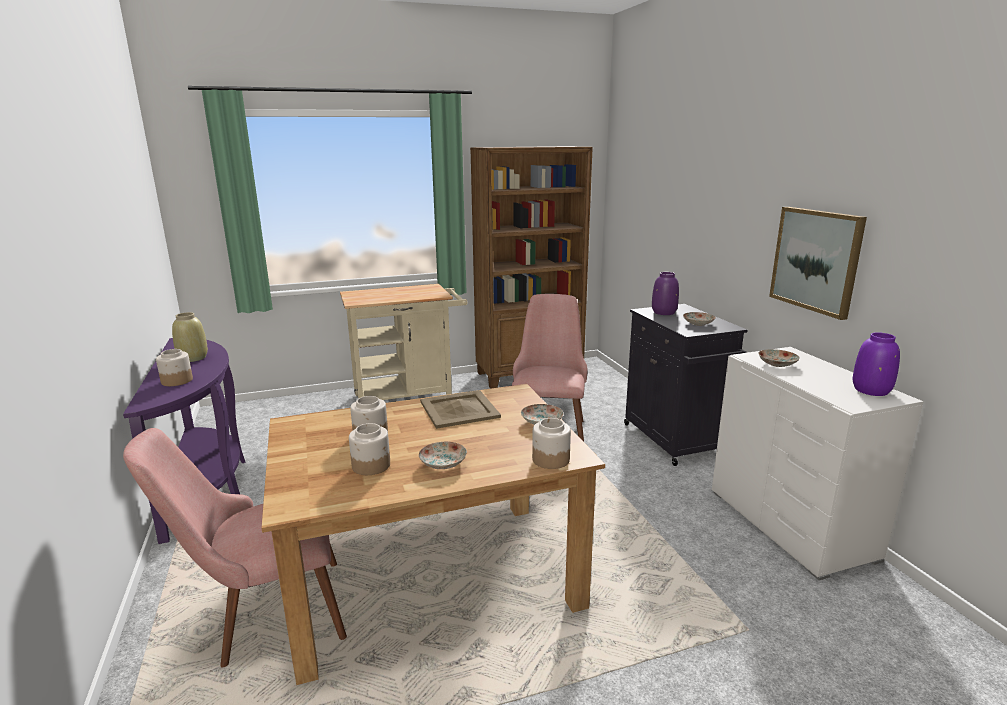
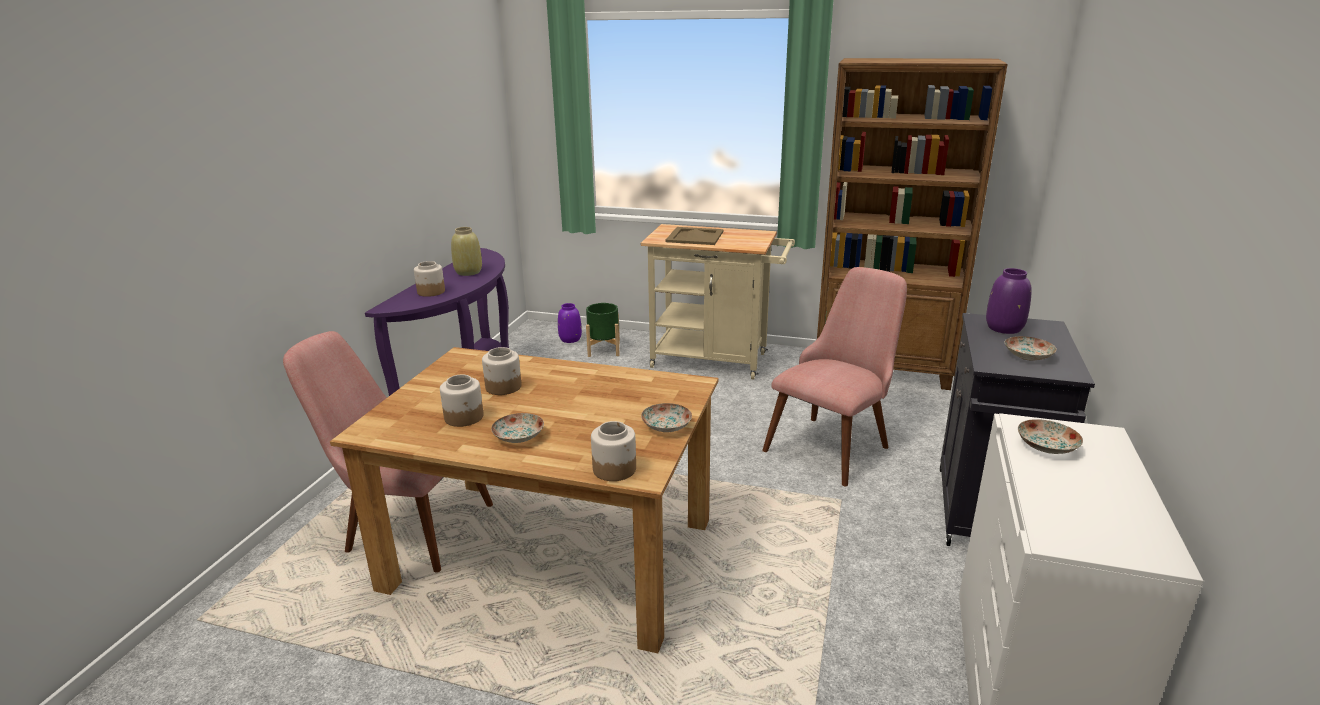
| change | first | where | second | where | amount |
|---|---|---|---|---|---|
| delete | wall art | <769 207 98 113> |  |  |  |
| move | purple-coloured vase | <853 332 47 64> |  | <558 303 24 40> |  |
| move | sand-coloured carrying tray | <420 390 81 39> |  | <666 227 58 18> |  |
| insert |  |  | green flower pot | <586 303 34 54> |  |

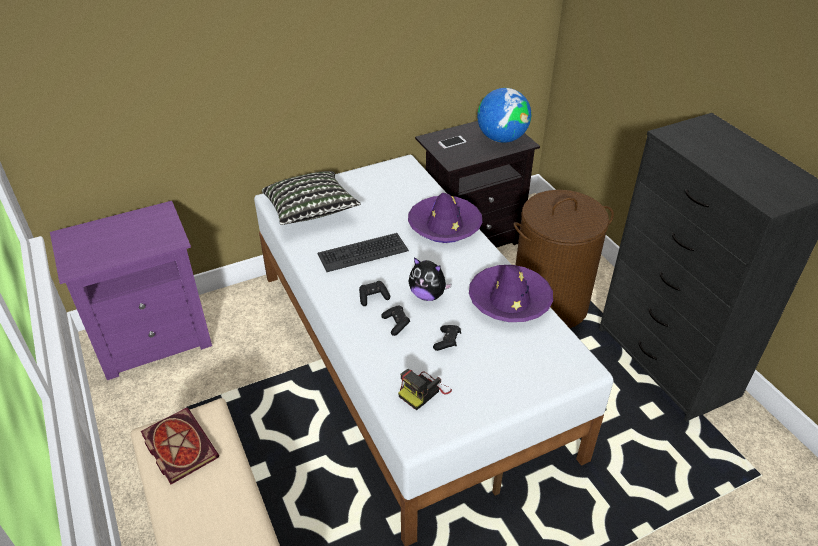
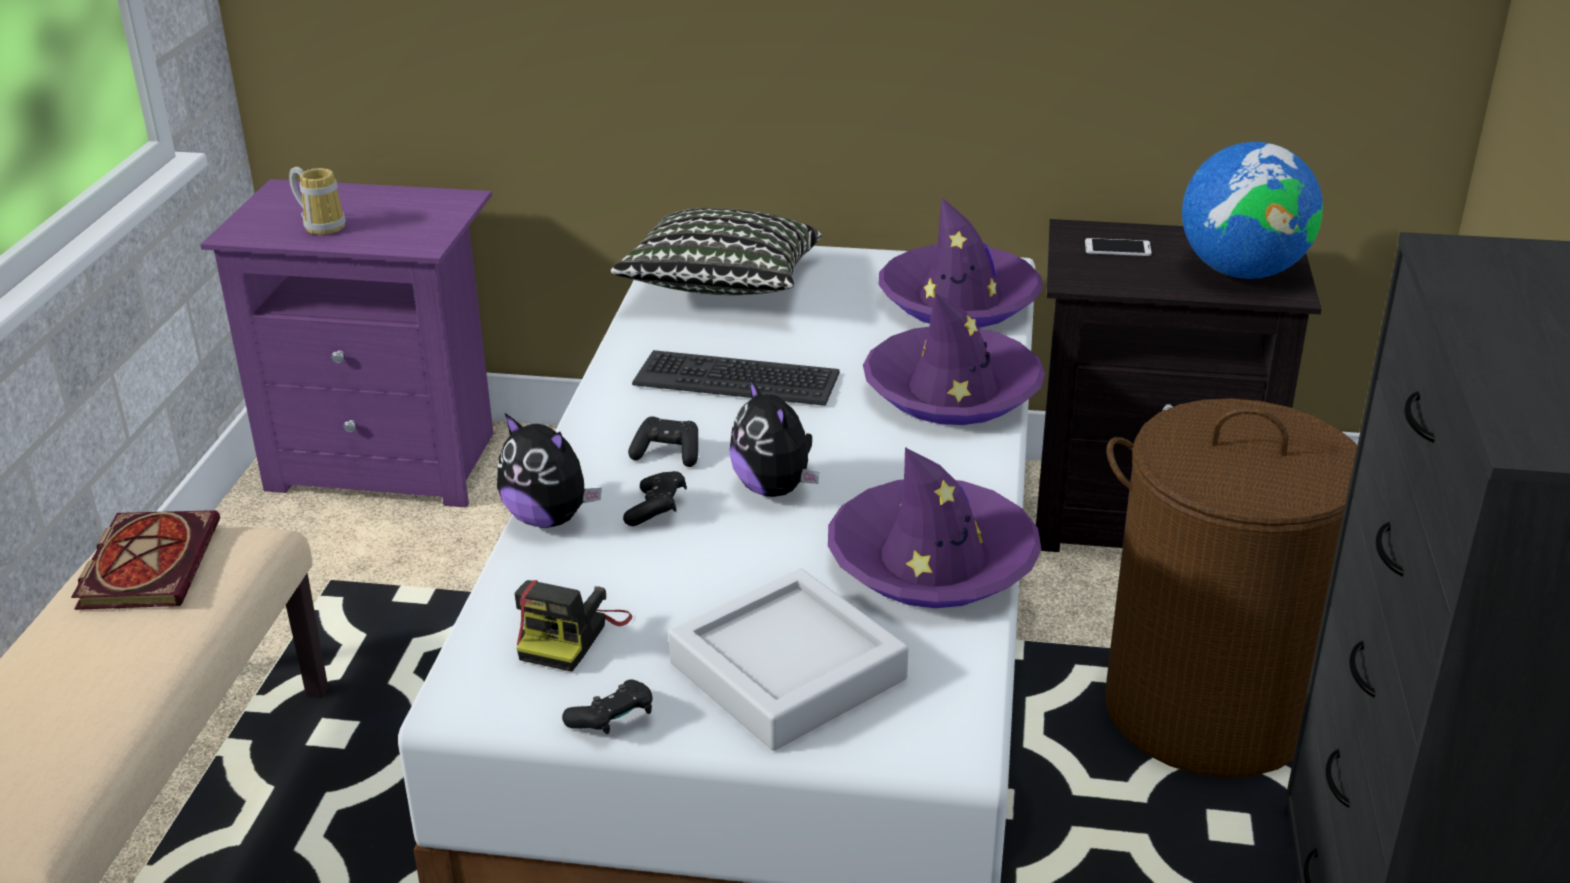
| change | first | where | second | where | amount |
|---|---|---|---|---|---|
| move | blackish game controller | <433 325 28 26> |  | <562 679 90 55> |  |
| rotate | still camera | <398 369 54 41> |  | <514 580 118 92> | 60 degrees counterclockwise |
| insert |  |  | tea mug | <289 167 57 68> |  |
| insert |  |  | purple-coloured clothing hat | <878 198 165 130> |  |
| insert |  |  | soft toy | <497 413 105 115> |  |
| insert |  |  | grey carrying tray | <668 568 241 183> |  |

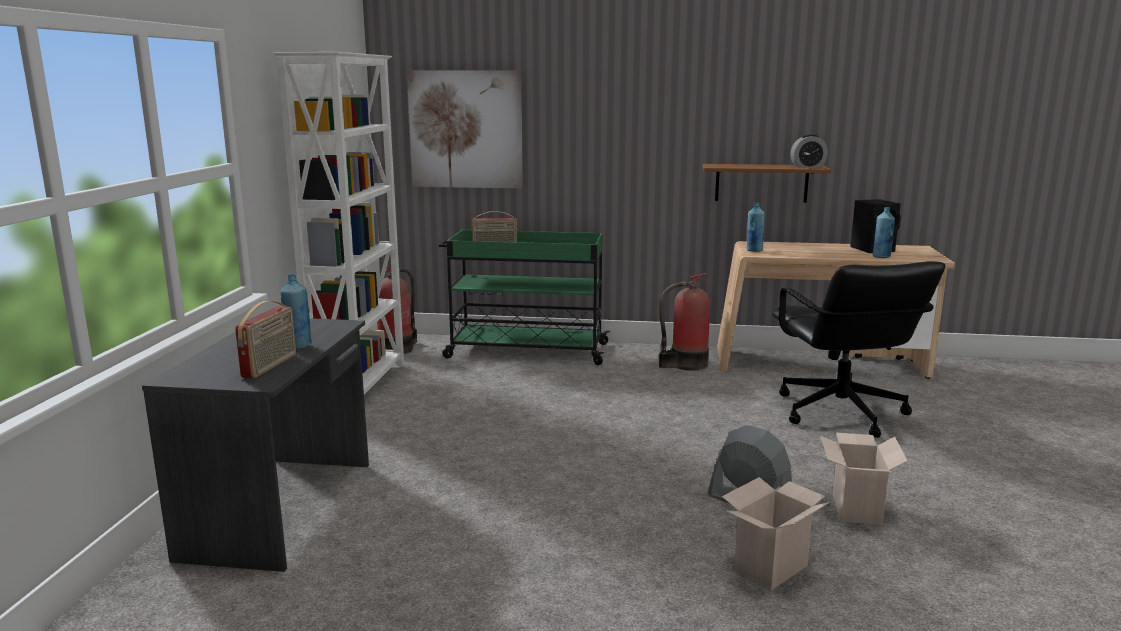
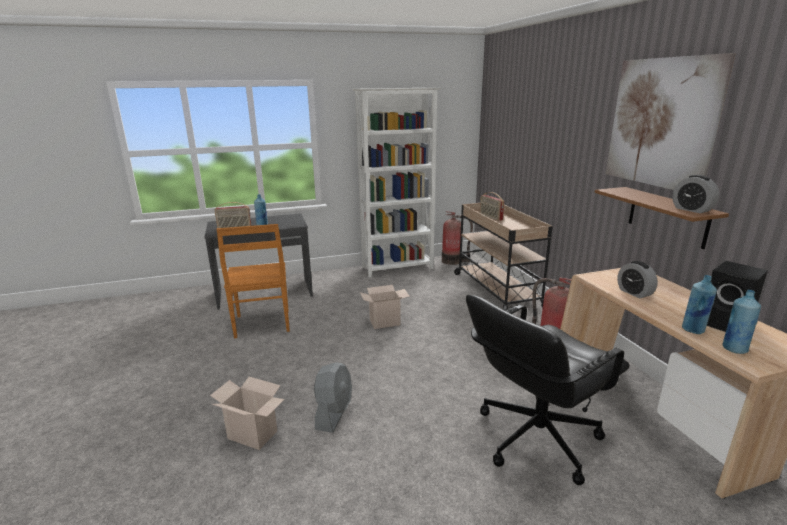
| change | first | where | second | where | amount |
|---|---|---|---|---|---|
| move | wall art | <407 70 116 119> |  | <606 53 130 137> |  |
| move | bluish bottle | <747 202 18 50> |  | <722 290 39 64> |  |
| recolor | green cart | <439 230 171 135> | sand-coloured cart | <454 203 99 107> |  |
| move | cardboard box | <820 433 88 92> |  | <360 285 50 44> |  |
| insert |  |  | brownish chair | <217 224 73 114> |  |
| insert |  |  | bedside clock | <617 261 41 38> |  |

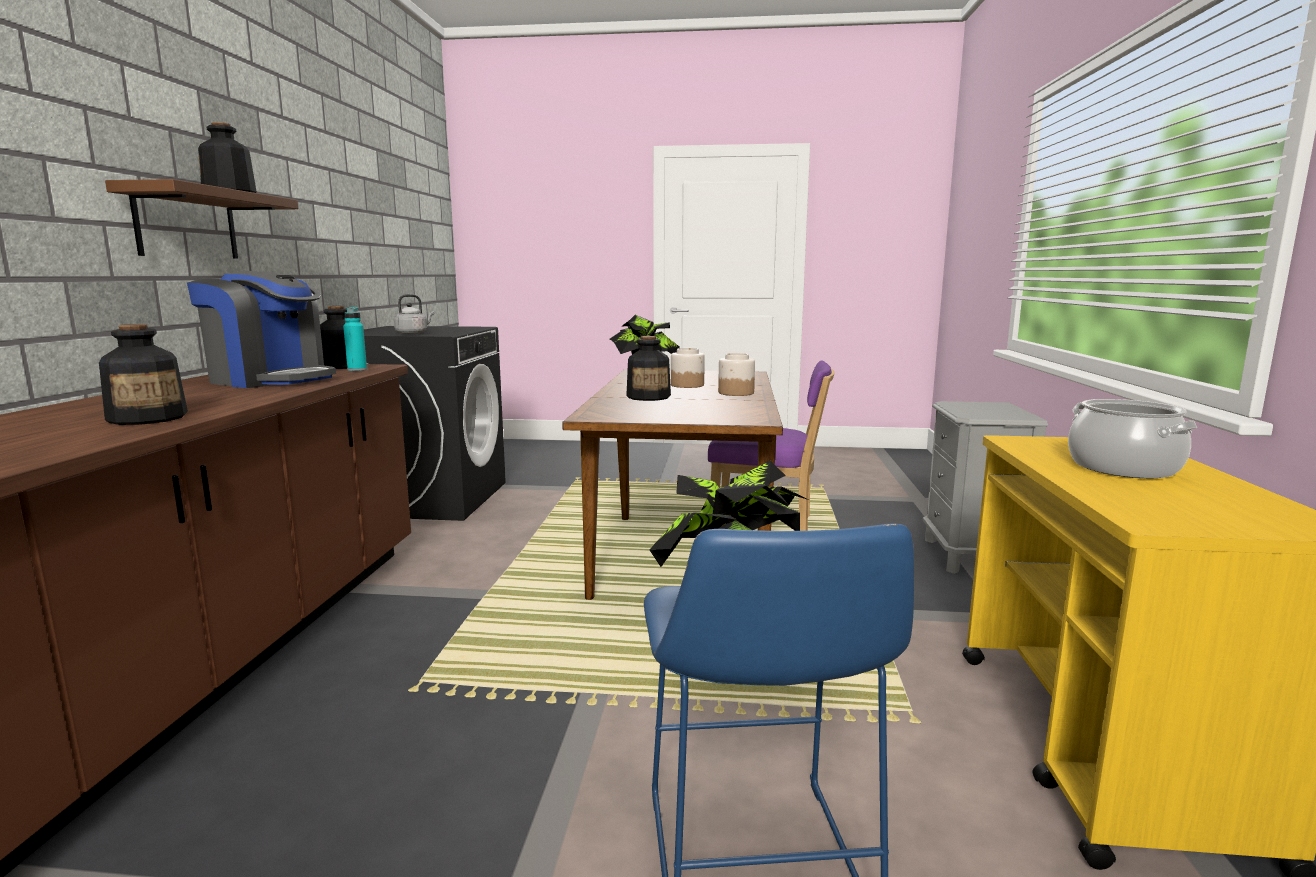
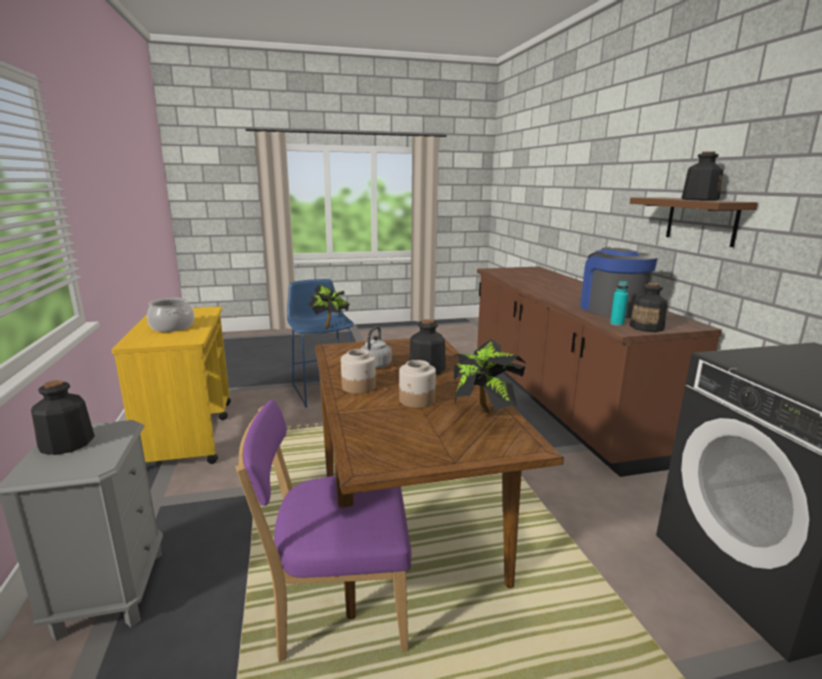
| change | first | where | second | where | amount |
|---|---|---|---|---|---|
| rotate | coffee brewer | <187 271 149 117> |  | <579 247 79 71> | 75 degrees clockwise |
| move | grey tea kettle | <394 294 41 41> |  | <361 326 31 42> |  |
| move | bottle | <99 324 89 101> |  | <31 380 64 75> |  |

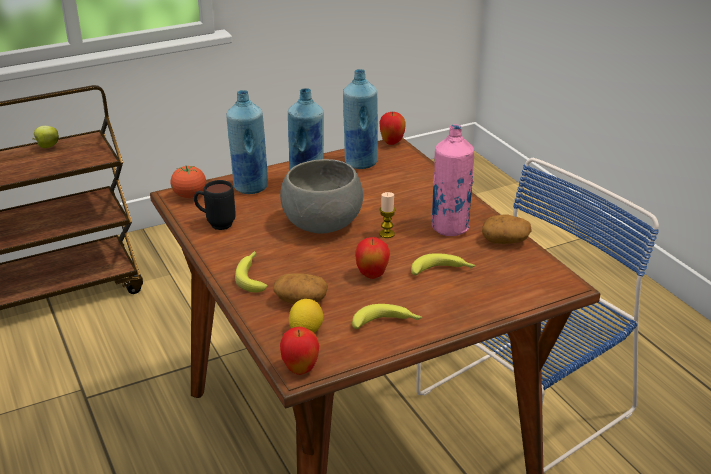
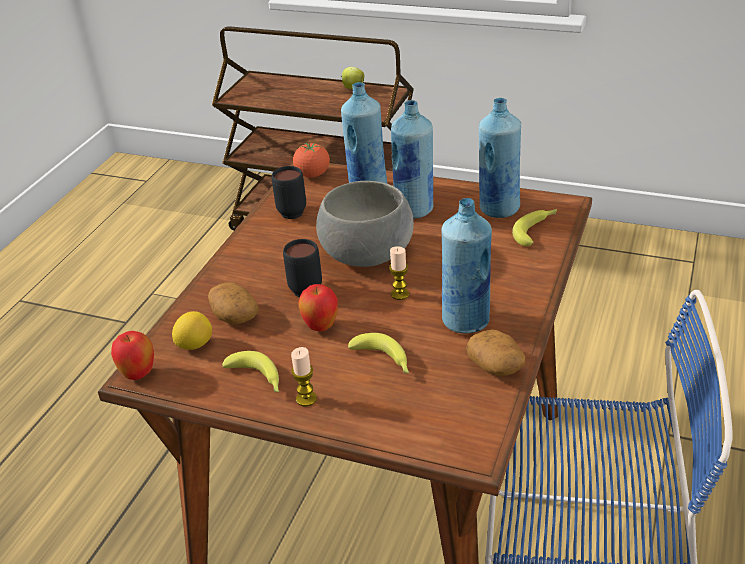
| change | first | where | second | where | amount |
|---|---|---|---|---|---|
| delete | apple | <380 111 26 34> |  |  |  |
| recolor | pink bottle | <432 124 42 112> | bluish bottle | <441 198 51 136> |  |
| move | banana fruit | <235 251 33 41> |  | <512 209 45 37> |  |
| insert |  |  | blackish tea mug | <283 239 39 59> |  |
| insert |  |  | candle | <291 347 26 59> |  |

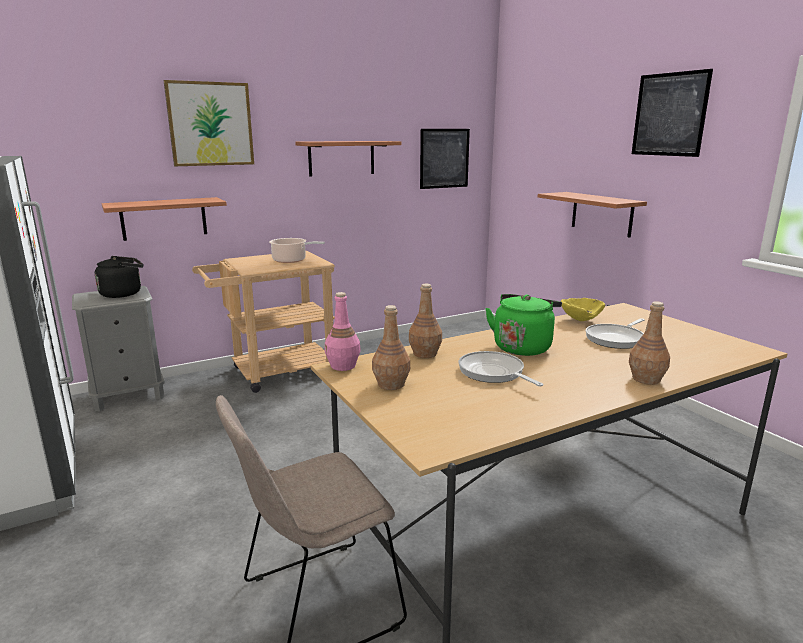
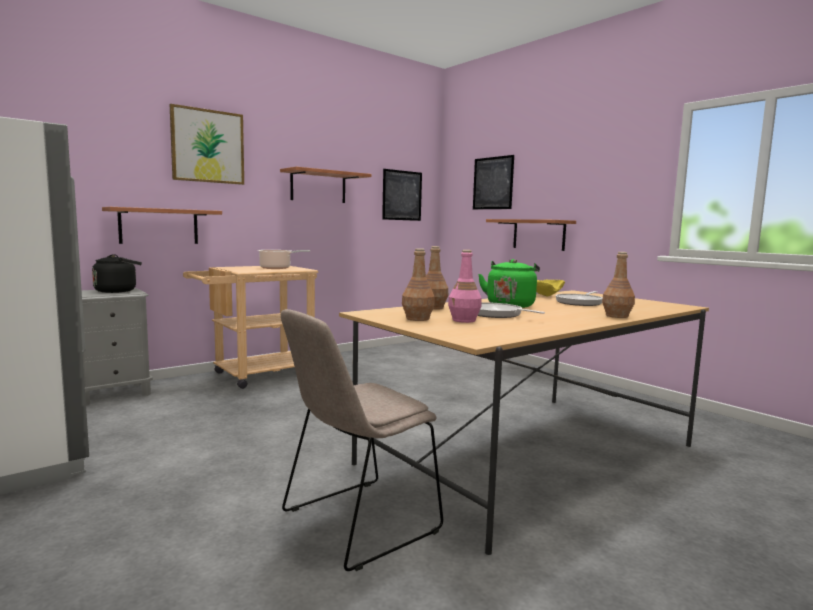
| change | first | where | second | where | amount |
|---|---|---|---|---|---|
| move | wall art | <632 69 81 88> |  | <473 155 41 54> |  |
| move | pink bottle | <325 292 36 79> |  | <448 250 33 73> |  |

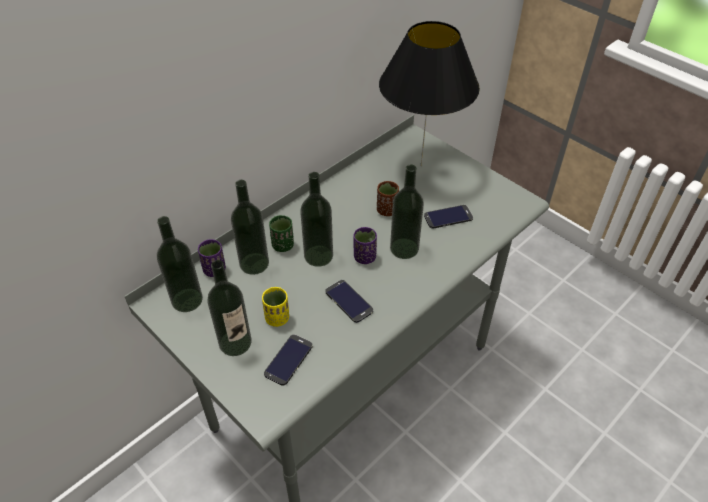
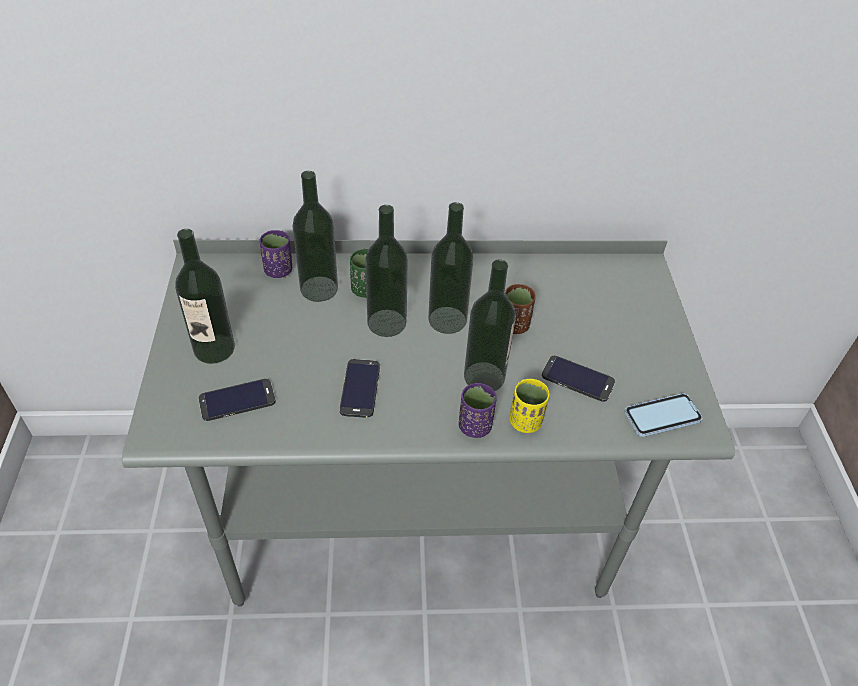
| change | first | where | second | where | amount |
|---|---|---|---|---|---|
| delete | blackish tabletop lamp | <379 21 101 145> |  |  |  |
| move | bottle | <157 216 46 96> |  | <428 202 45 132> |  |
| move | purple-coloured small cup | <353 227 24 37> |  | <459 383 38 55> |  |
| move | yellow small cup | <262 287 27 40> |  | <509 379 41 54> |  |
| insert |  |  | phone | <625 393 78 44> |  |

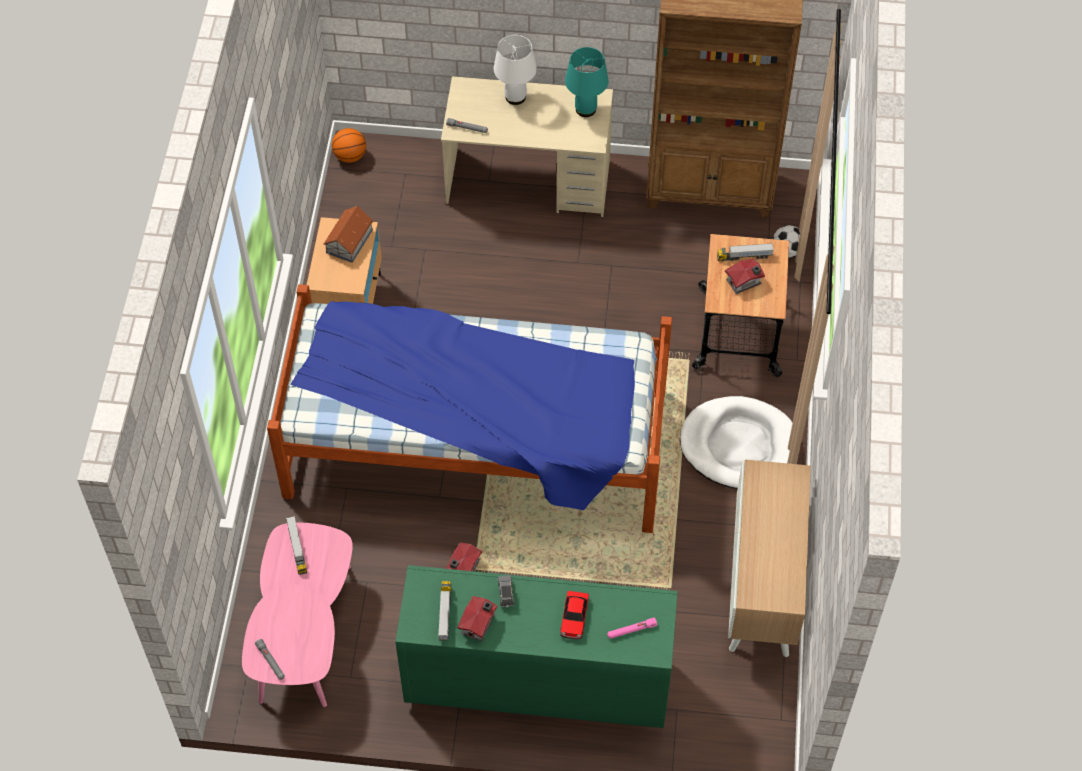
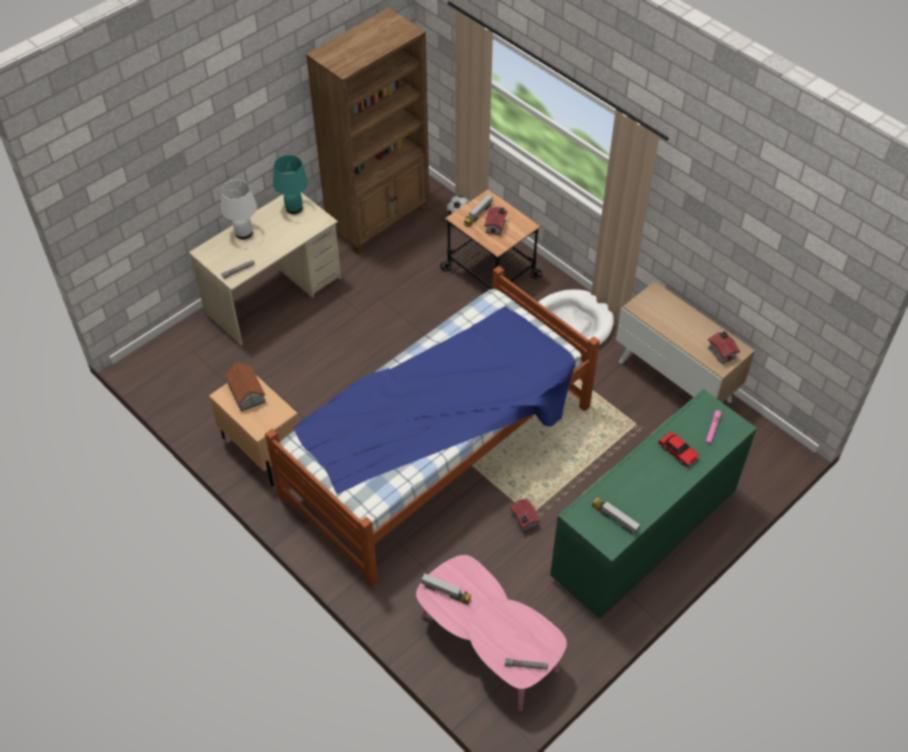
| change | first | where | second | where | amount |
|---|---|---|---|---|---|
| delete | basketball ball | <332 128 34 35> |  |  |  |
| delete | grey model car | <498 575 16 32> |  |  |  |
| move | miniature house | <457 596 41 46> |  | <708 331 32 33> |  |

